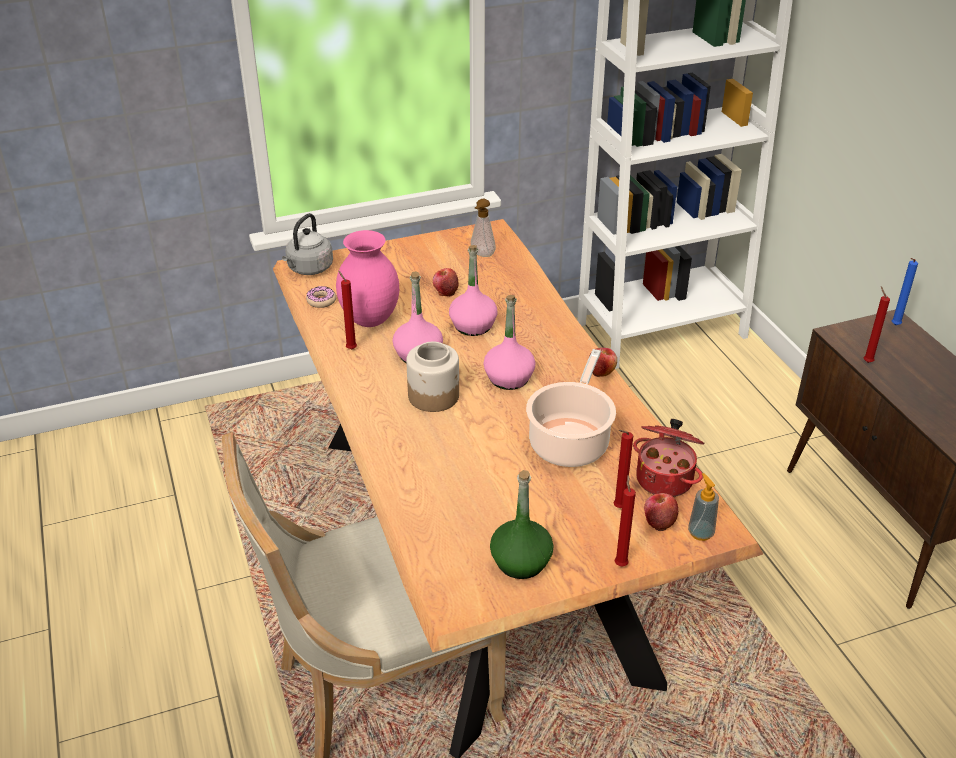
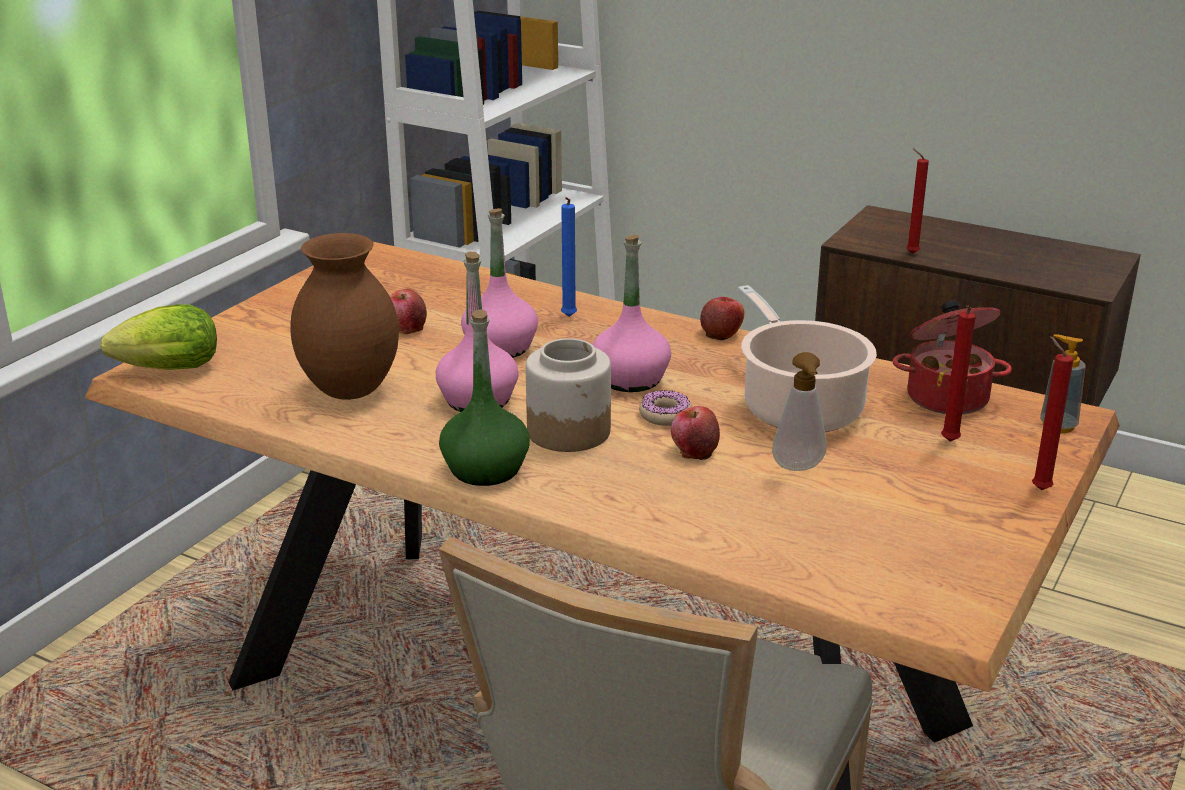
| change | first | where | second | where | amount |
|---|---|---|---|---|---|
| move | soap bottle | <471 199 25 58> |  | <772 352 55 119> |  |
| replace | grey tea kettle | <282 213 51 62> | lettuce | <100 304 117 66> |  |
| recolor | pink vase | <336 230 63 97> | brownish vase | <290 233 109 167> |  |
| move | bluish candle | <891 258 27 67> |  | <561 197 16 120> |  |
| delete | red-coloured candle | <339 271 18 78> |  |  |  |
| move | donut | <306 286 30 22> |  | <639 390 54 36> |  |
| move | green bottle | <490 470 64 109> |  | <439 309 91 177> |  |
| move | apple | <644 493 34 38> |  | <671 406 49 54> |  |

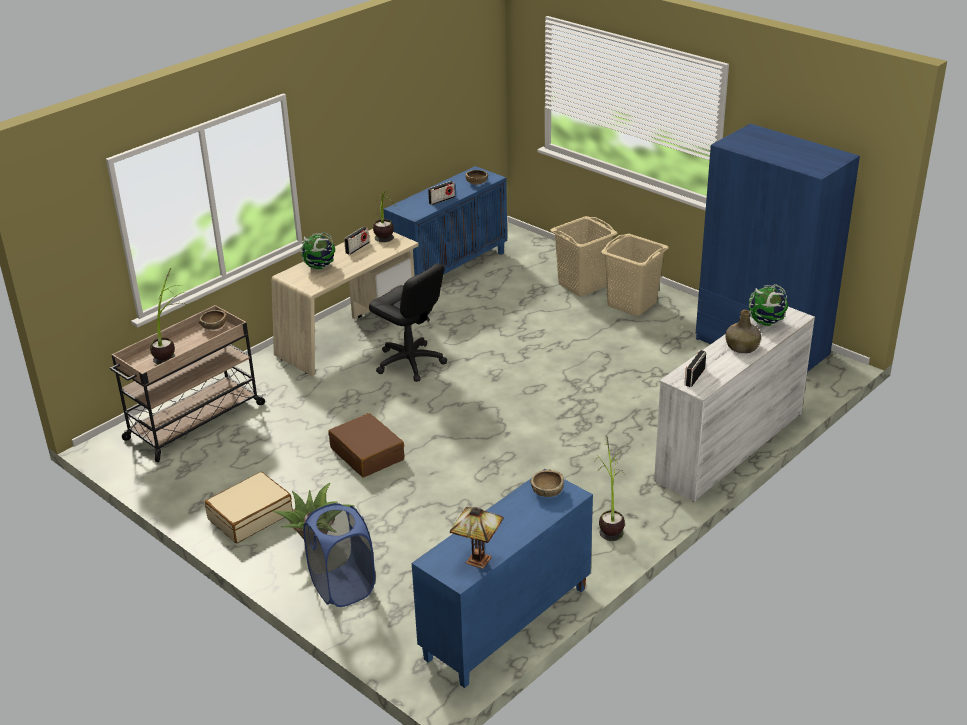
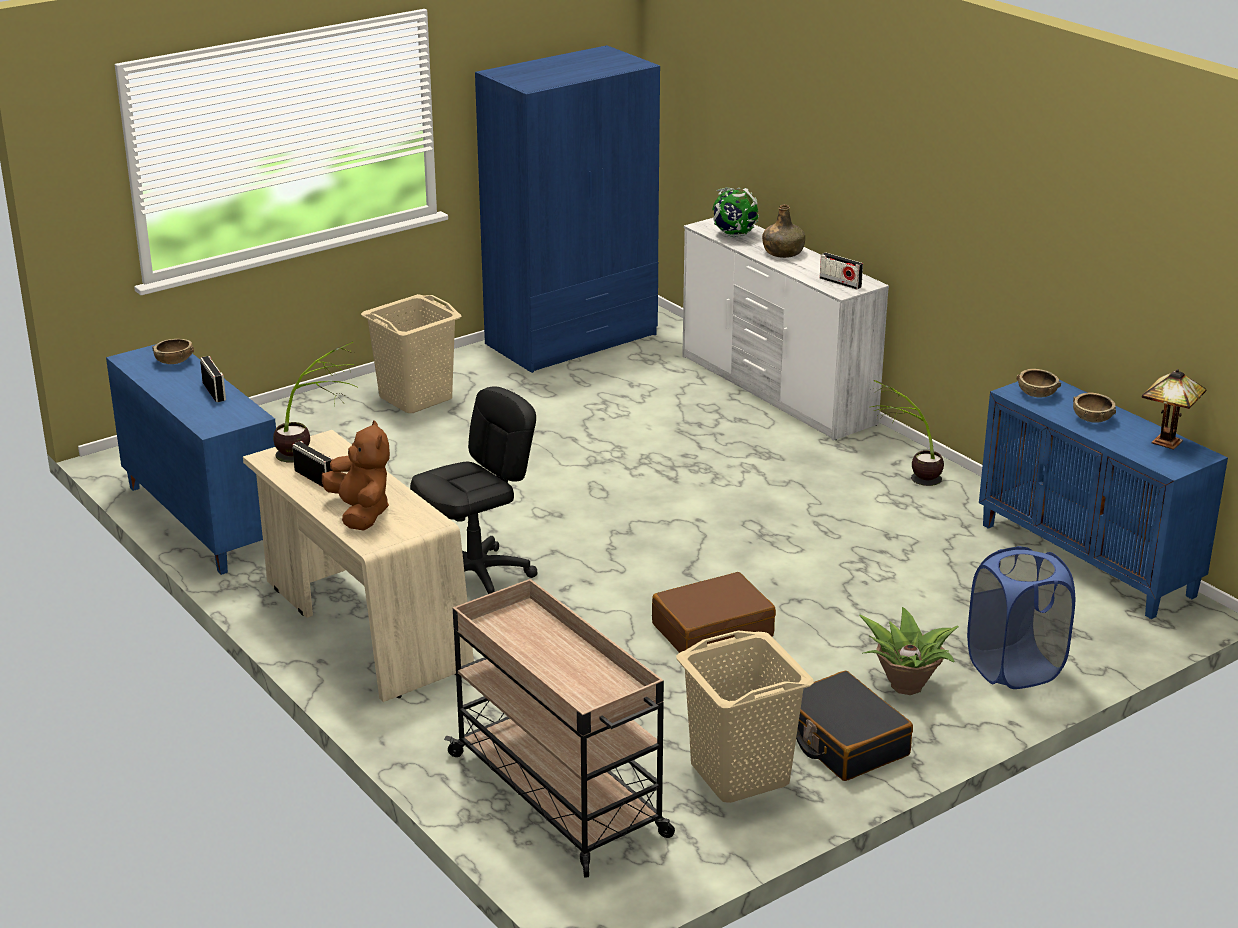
| change | first | where | second | where | amount |
|---|---|---|---|---|---|
| move | sand-coloured laundry basket | <551 216 67 81> |  | <676 630 138 173> |  |
| replace | globe | <301 232 34 38> | brownish soft toy | <322 420 68 111> |  |
| delete | houseplant | <150 268 35 97> |  |  |  |
| move | brownish deep dish | <199 310 29 20> |  | <1073 392 43 31> |  |
| recolor | sand-coloured suitcase | <205 472 88 71> | blackish suitcase | <796 670 117 111> |  |

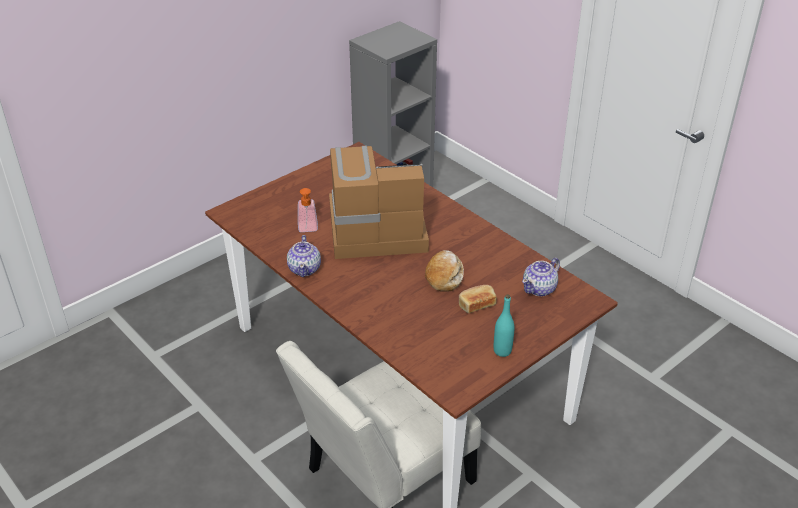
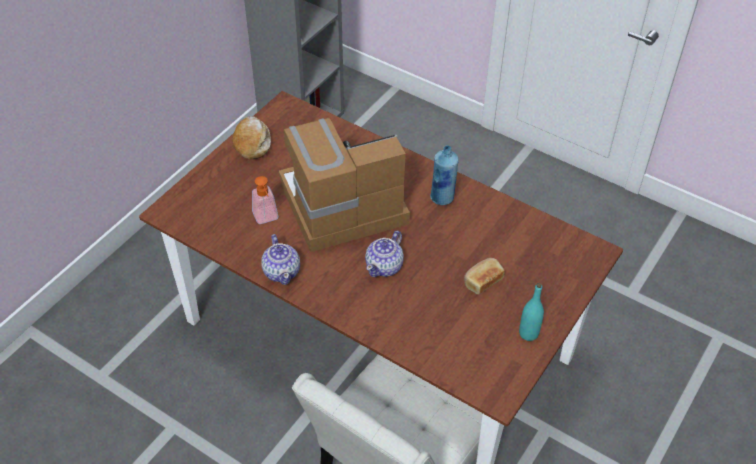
| change | first | where | second | where | amount |
|---|---|---|---|---|---|
| move | baked bread | <425 250 39 42> |  | <232 116 39 43> |  |
| move | pot for tea | <522 258 38 38> |  | <365 230 39 47> |  |
| insert |  |  | bluish bottle | <430 145 29 60> |  |

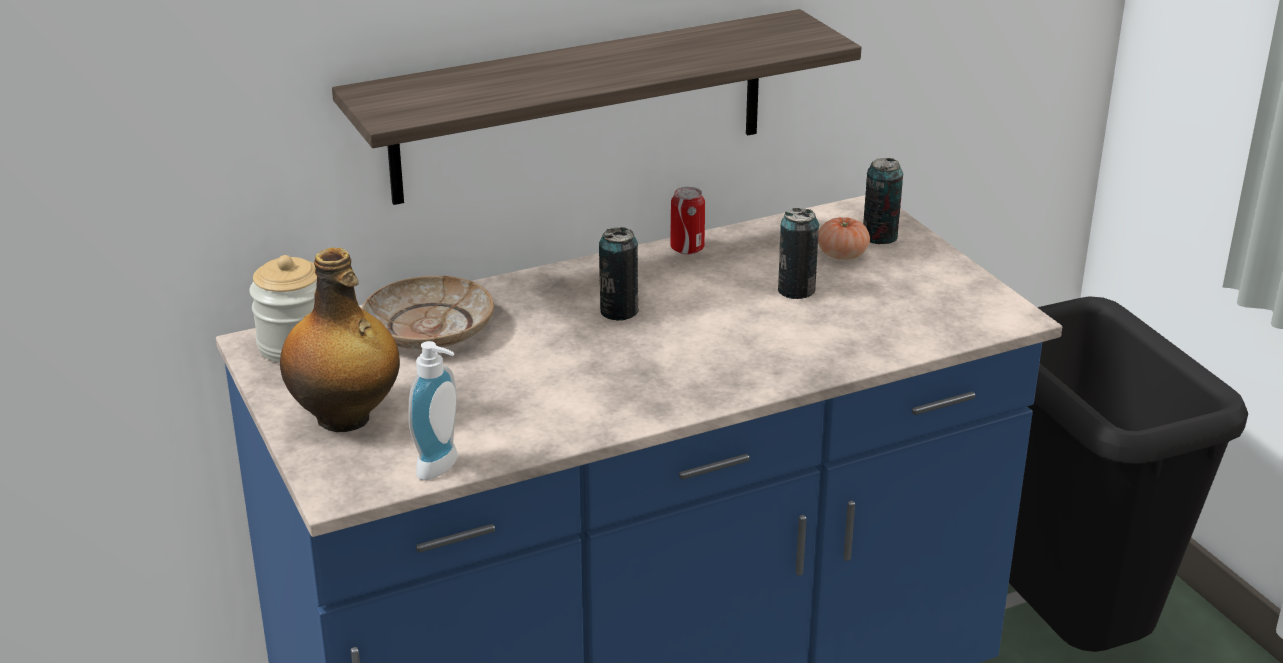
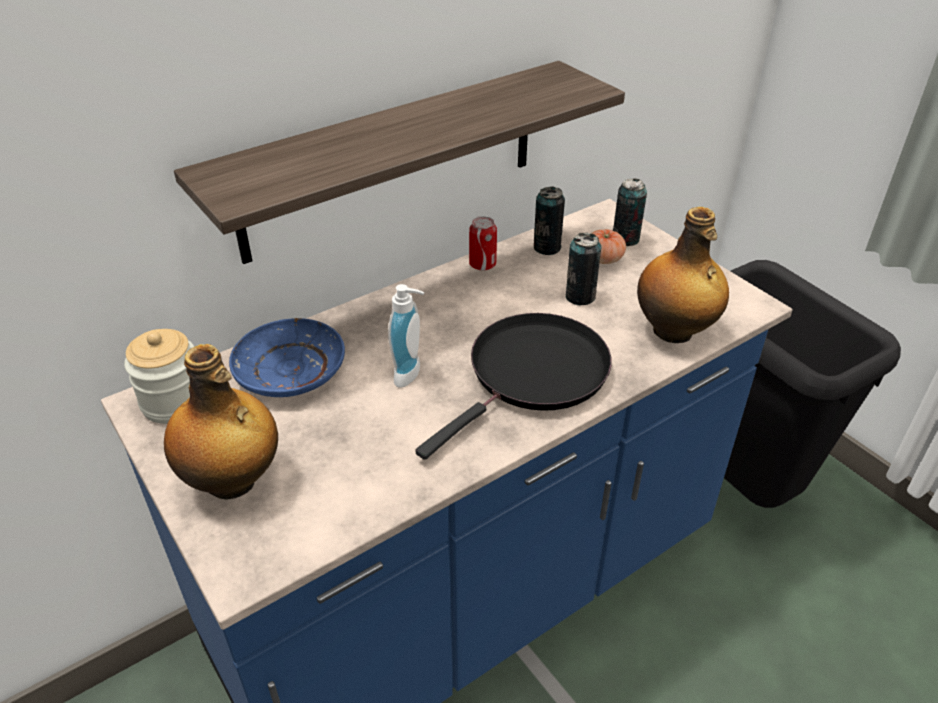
| change | first | where | second | where | amount |
|---|---|---|---|---|---|
| move | can | <599 227 40 94> |  | <534 186 31 69> |  |
| recolor | sand-coloured plate | <362 276 132 73> | bluish plate | <229 318 116 79> |  |
| move | soap bottle | <409 341 49 139> |  | <388 284 36 103> |  |
| insert |  |  | bottle | <637 207 92 136> |  |
| insert |  |  | blackish frying pan | <415 313 197 147> |  |

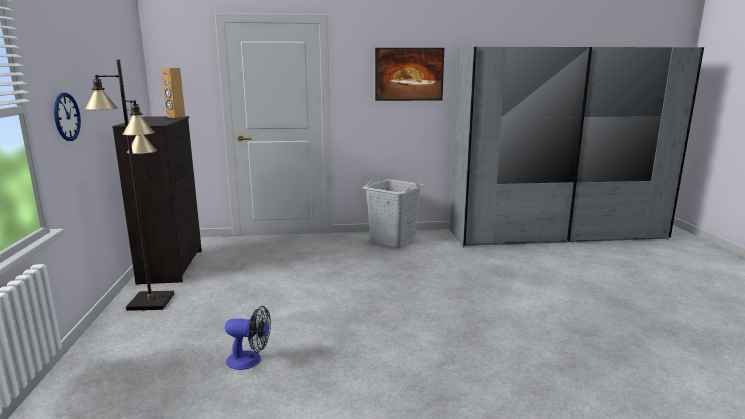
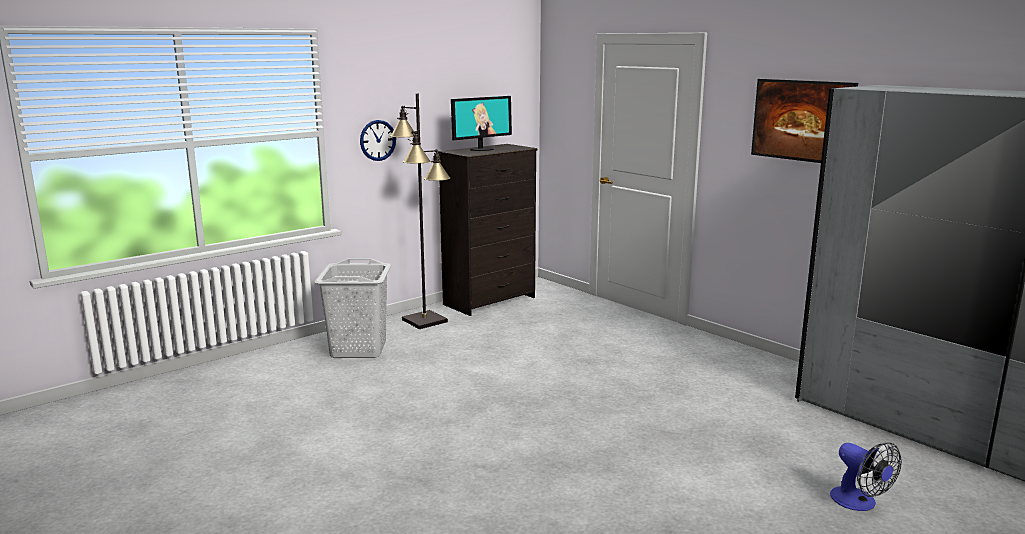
| change | first | where | second | where | amount |
|---|---|---|---|---|---|
| delete | brownish speaker | <161 68 24 50> |  |  |  |
| move | grey laundry basket | <363 178 61 70> |  | <314 259 77 99> |  |
| move | cooling fan | <225 306 46 64> |  | <830 442 72 69> |  |
| insert |  |  | monitor | <451 96 61 55> |  |

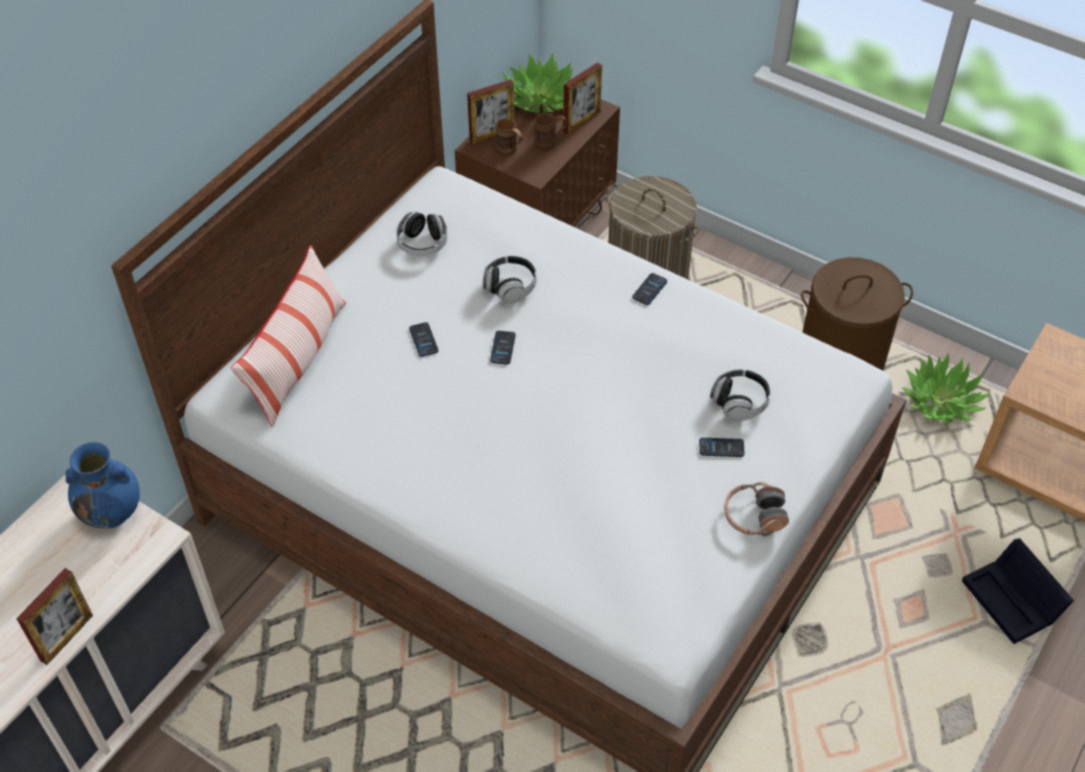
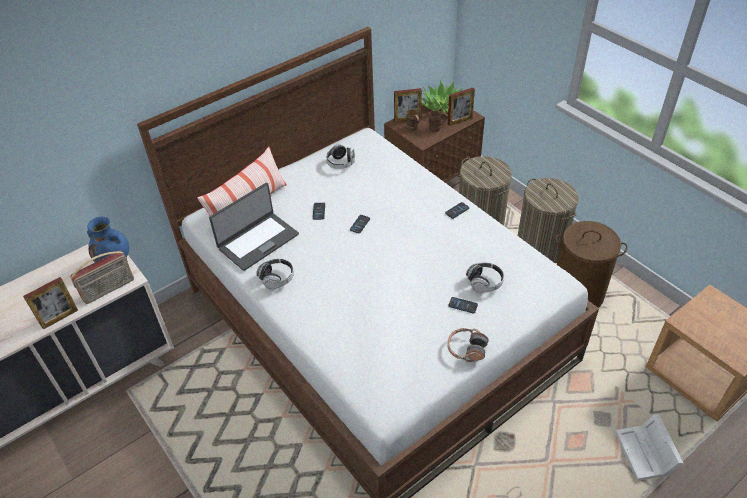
| change | first | where | second | where | amount |
|---|---|---|---|---|---|
| move | headphones | <483 256 54 48> |  | <257 259 37 31> |  |
| delete | houseplant | <902 353 88 71> |  |  |  |
| recolor | blackish storage bin | <962 538 112 106> | whitish storage bin | <615 414 68 67> |  |
| insert |  |  | laundry basket | <518 178 61 85> |  |
| insert |  |  | laptop | <209 183 90 88> |  |
| insert |  |  | radio | <70 251 64 53> |  |

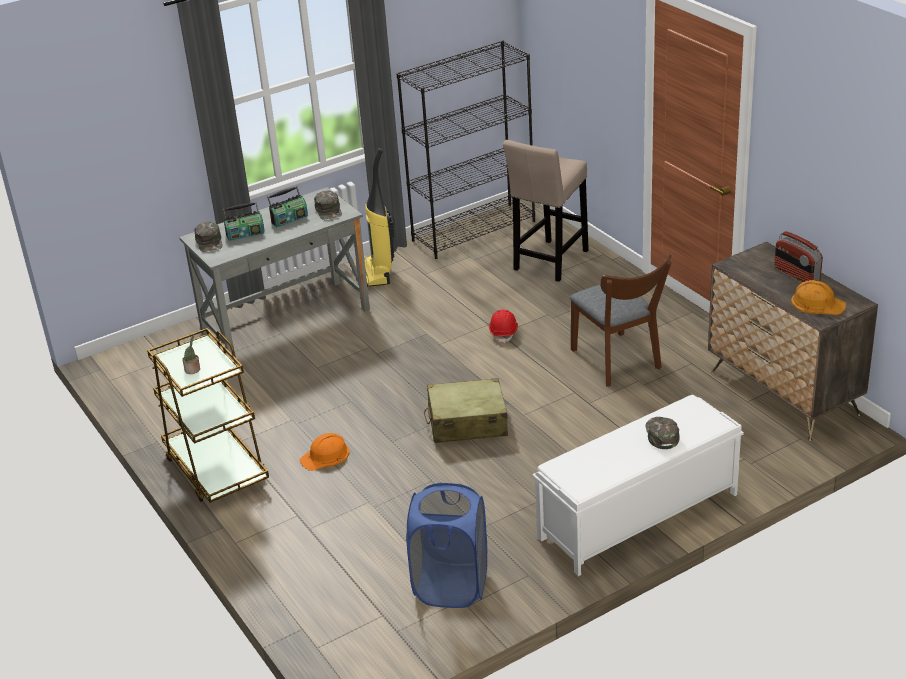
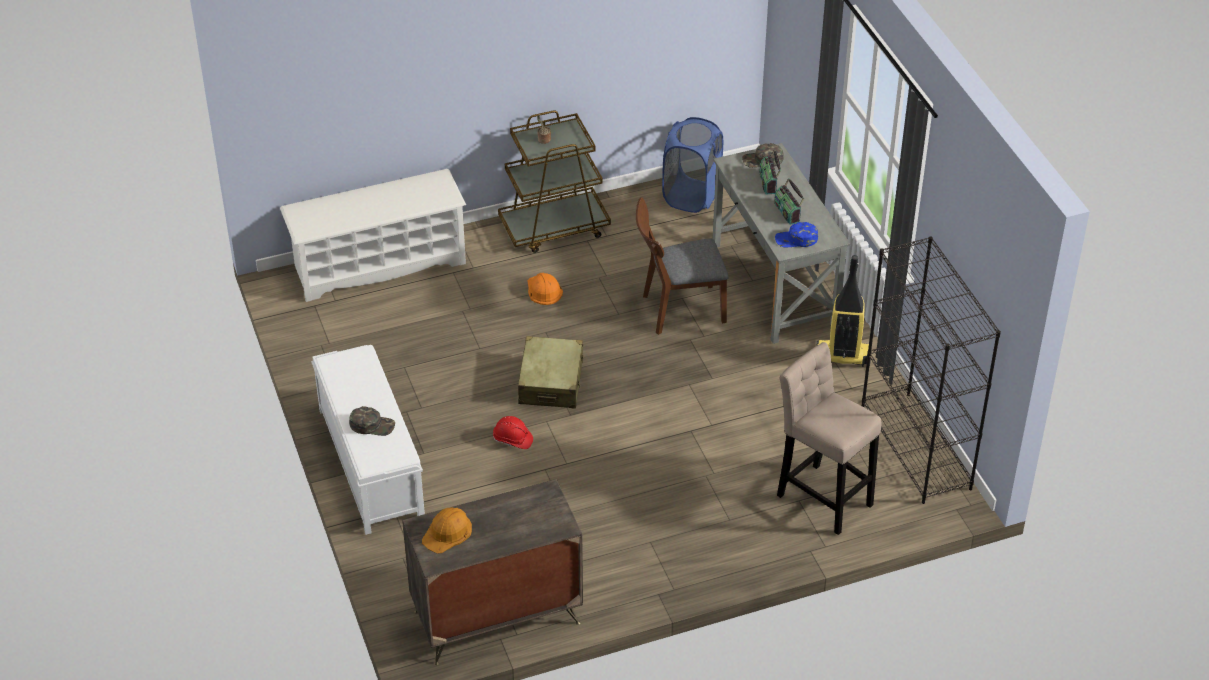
| change | first | where | second | where | amount |
|---|---|---|---|---|---|
| recolor | green baseball cap | <314 190 28 30> | bluish baseball cap | <775 222 43 25> |  |
| delete | radio | <774 231 49 51> |  |  |  |
| move | brownish chair | <570 254 102 133> |  | <636 197 93 138> |  |
| move | red-coloured work helmet | <489 309 29 35> |  | <493 416 40 33> |  |
| move | bluish laundry basket | <407 483 80 125> |  | <662 117 61 96> |  |
| insert |  |  | whitish shoe shelf | <280 169 186 133> |  |

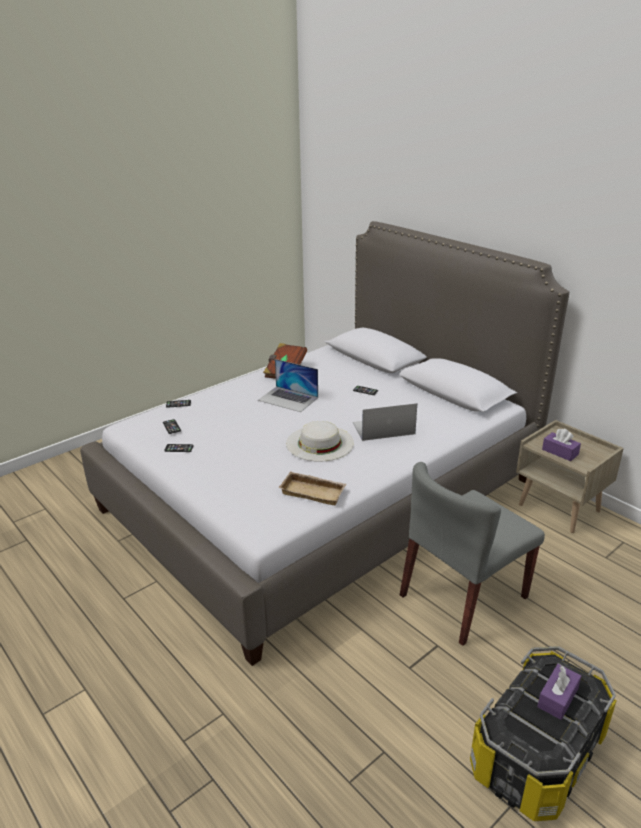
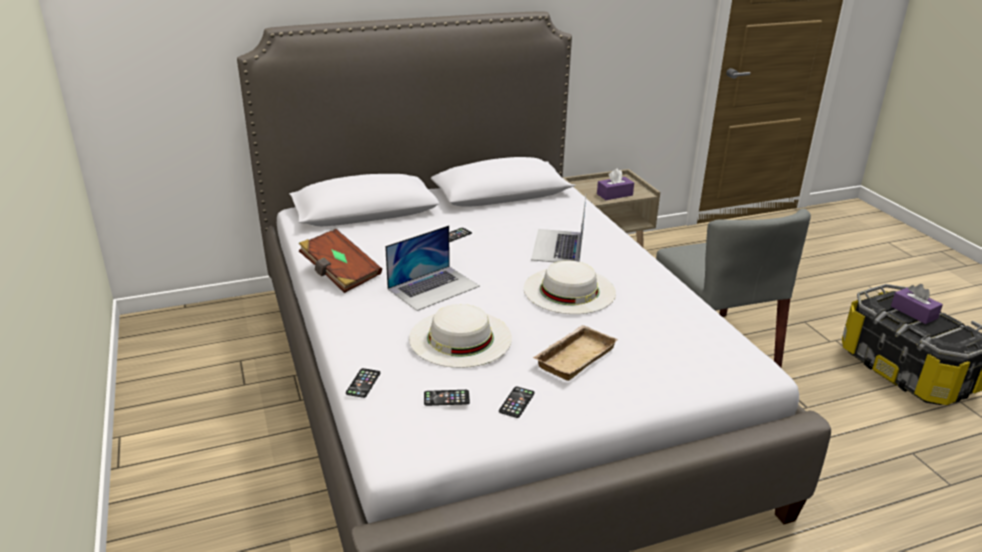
| change | first | where | second | where | amount |
|---|---|---|---|---|---|
| move | sand-coloured carrying tray | <279 471 67 35> |  | <533 325 85 56> |  |
| insert |  |  | whitish clothing hat | <409 304 103 64> |  |

